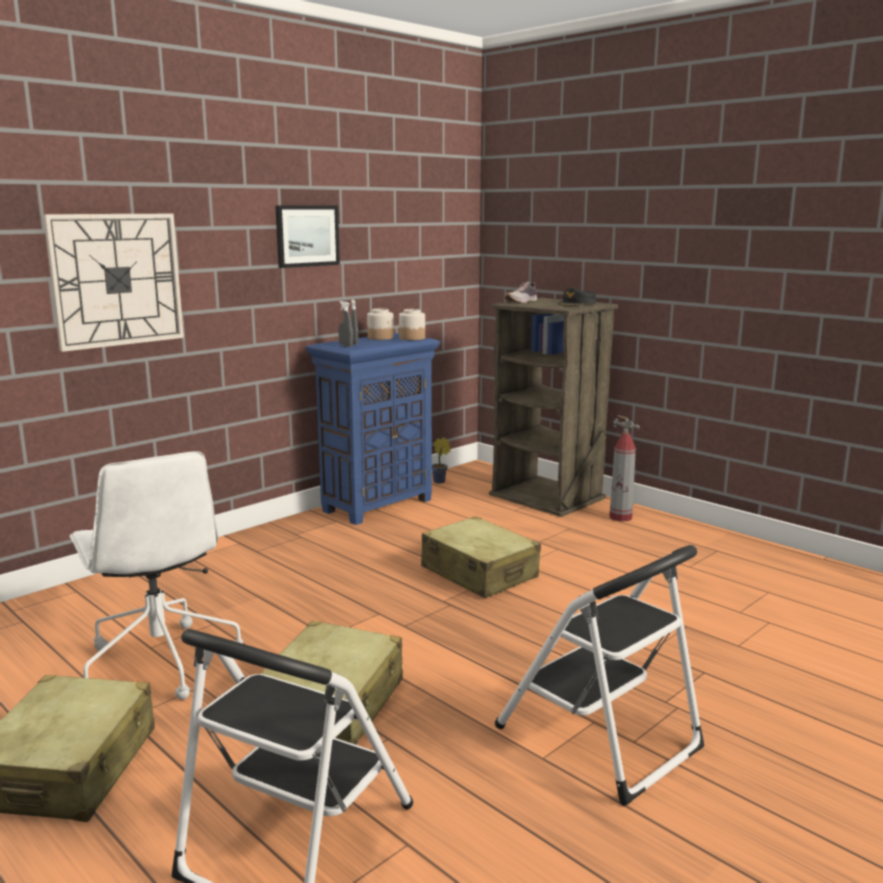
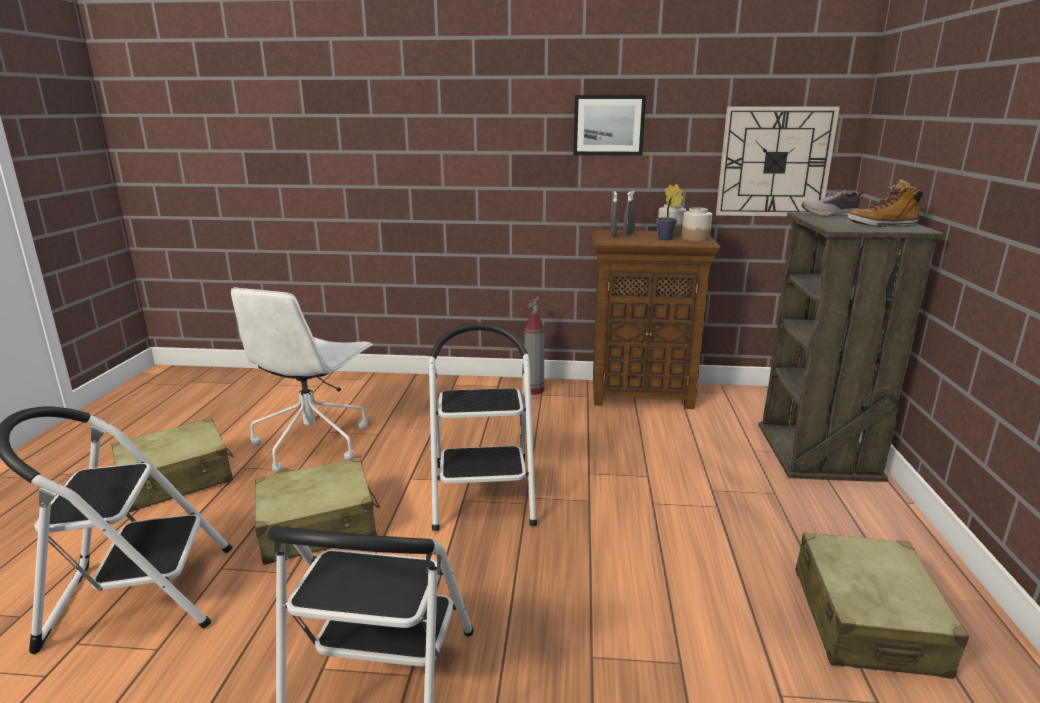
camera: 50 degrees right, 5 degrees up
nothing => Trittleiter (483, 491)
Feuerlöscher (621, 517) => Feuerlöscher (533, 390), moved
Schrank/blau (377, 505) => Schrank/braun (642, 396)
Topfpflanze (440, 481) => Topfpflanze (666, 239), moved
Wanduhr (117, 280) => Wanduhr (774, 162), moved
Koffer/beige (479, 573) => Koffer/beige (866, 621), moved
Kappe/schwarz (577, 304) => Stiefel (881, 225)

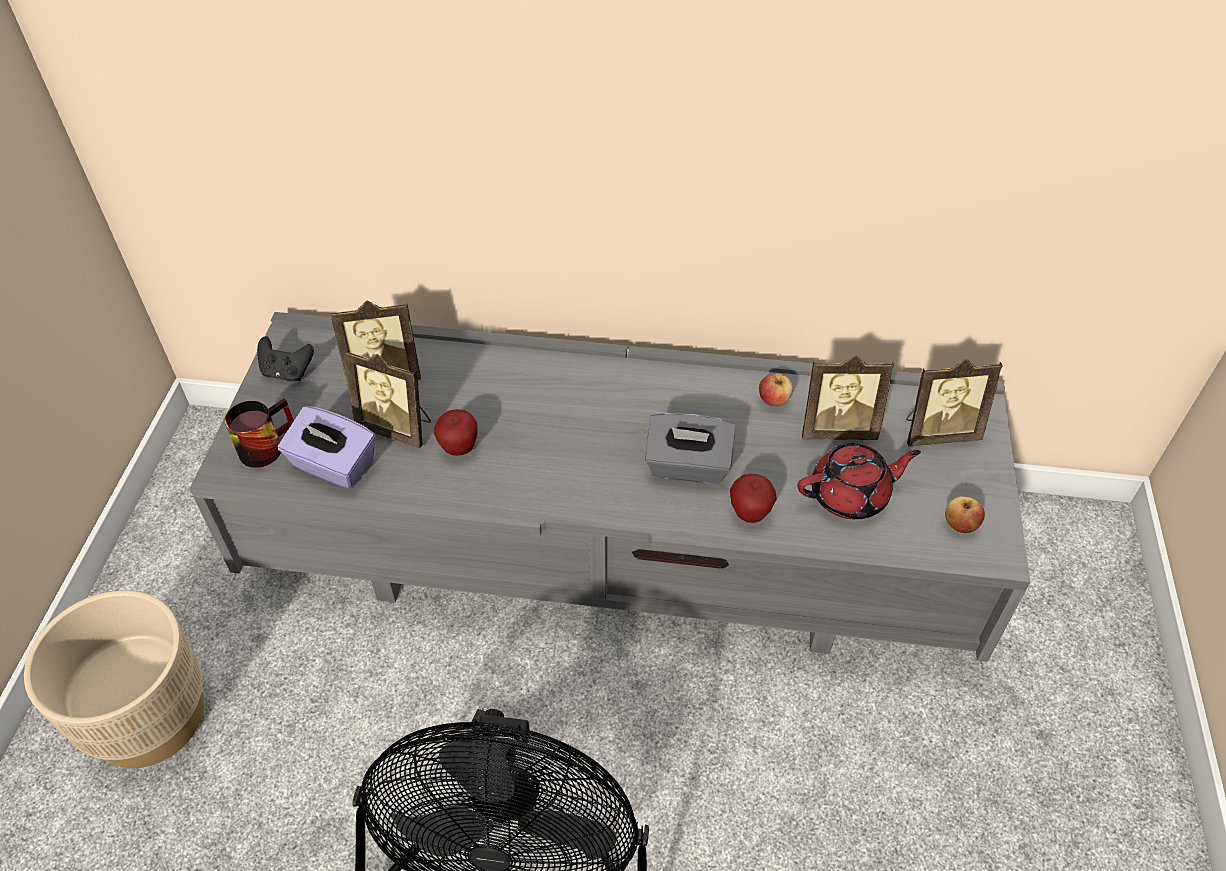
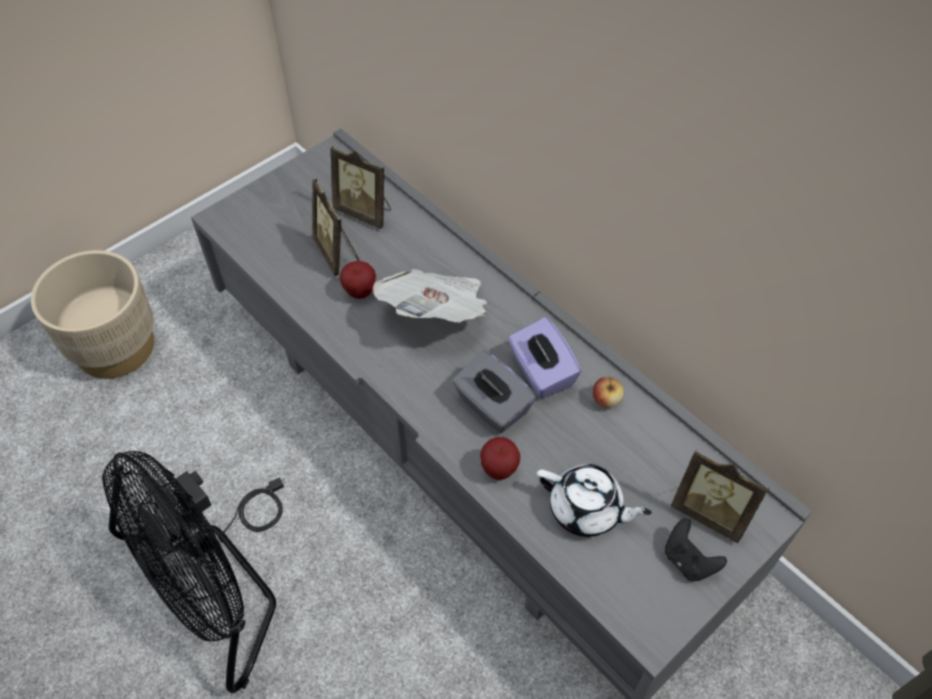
camera: 40 degrees right, 5 degrees up
nothing => Zeitung (436, 313)
Taschentuchbox/lila (333, 465) => Taschentuchbox/lila (541, 372), moved
Teekanne/rot (850, 495) => Teekanne/weiß (586, 510)
Gamepad/schwarz (287, 372) => Gamepad/schwarz (688, 560), moved
Henkelbecher (264, 444) => nothing
Bilderrahmen (837, 428) => nothing
Apfel (960, 524) => nothing

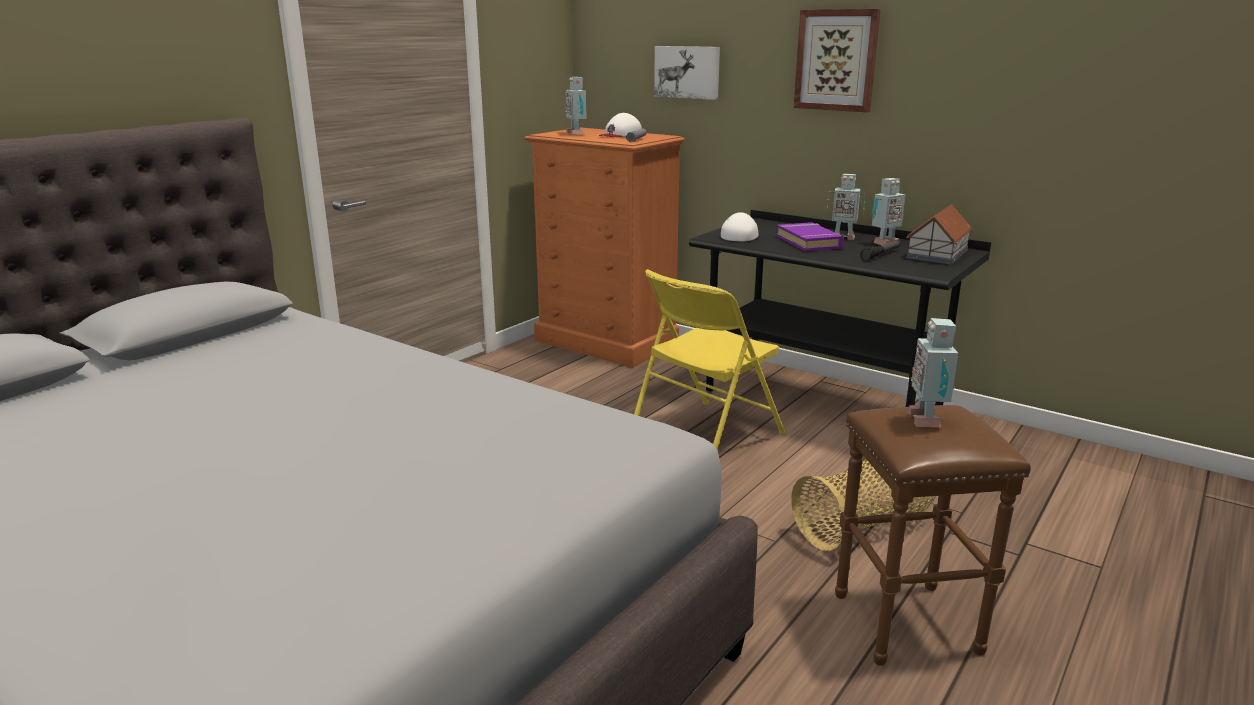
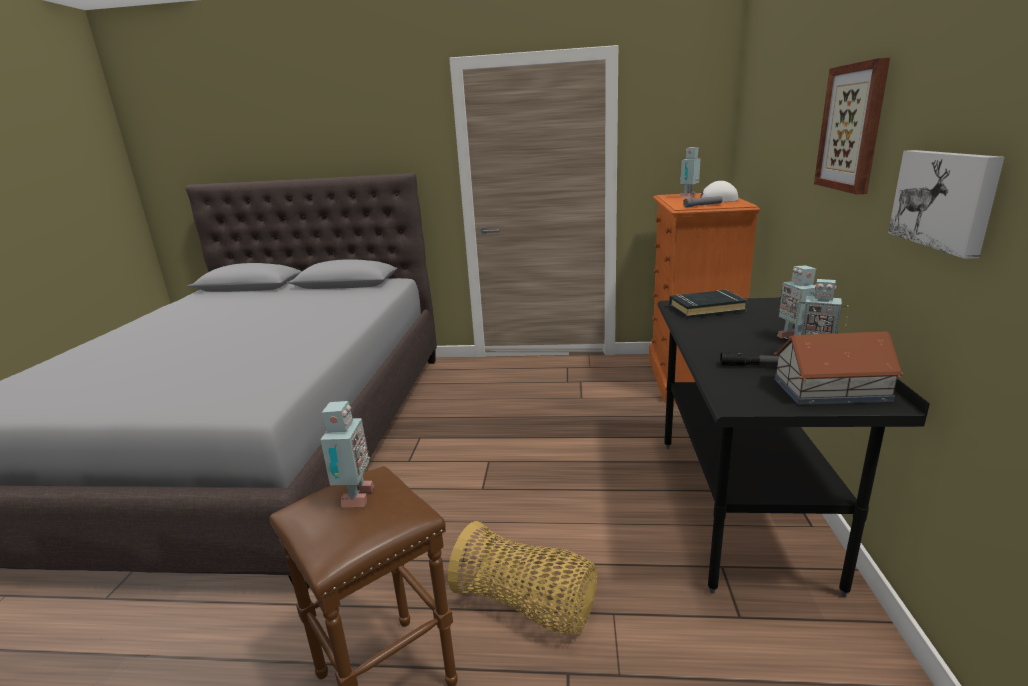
camera: 60 degrees right, 0 degrees up
Spielzeugroboter (927, 419) => Spielzeugroboter (354, 498), 120 degrees clockwise
Kappe/weiß (740, 235) => Buch/schwarz (706, 309)
Bild (688, 72) => Bild (945, 199), moved
Stuhl/gelb (706, 435) => nothing
Buch/lila (809, 242) => nothing

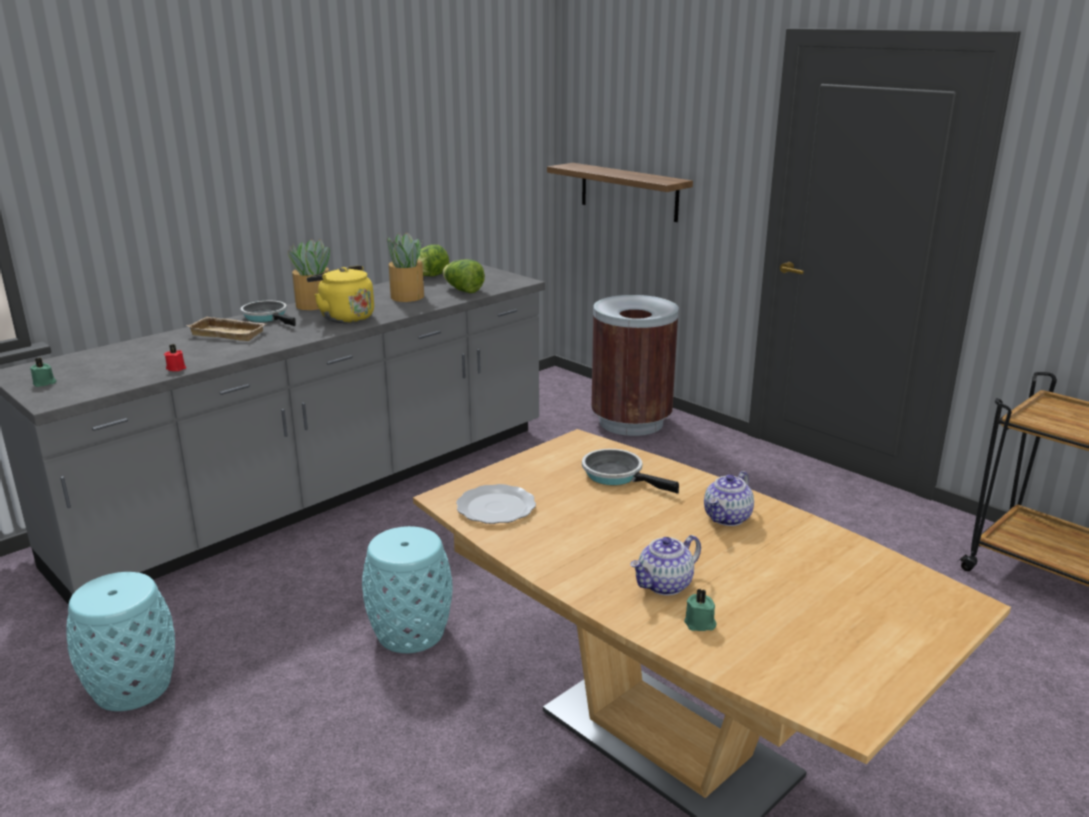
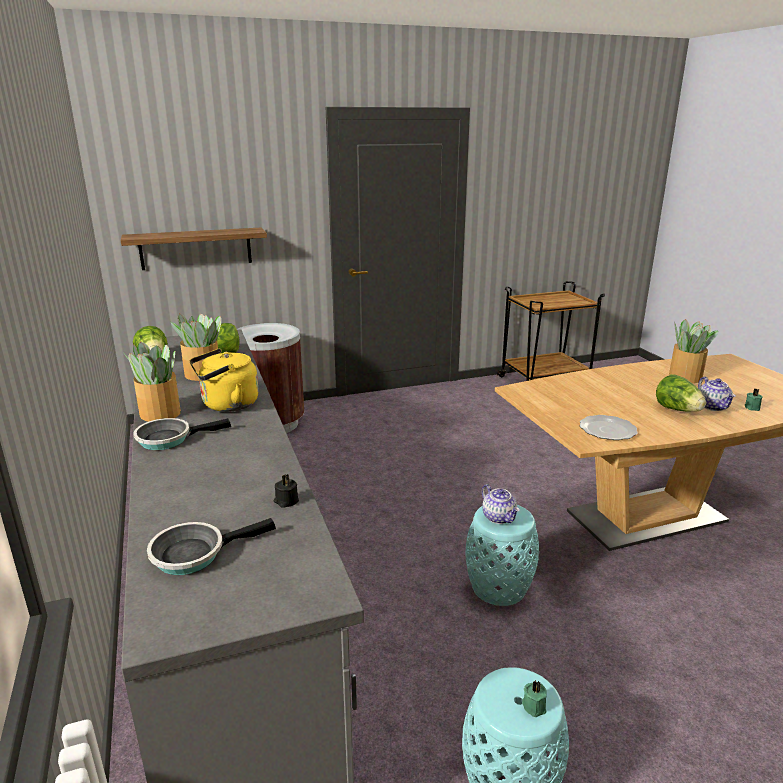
camera: 65 degrees left, 0 degrees up
Pfanne (617, 475) => Pfanne (194, 554), moved
Kerze/rot (176, 368) => Kerze/schwarz (286, 501)
Teekanne (727, 518) => Teekanne (499, 517), moved
Kerze/grün (44, 383) => Kerze/grün (534, 705), moved
nothing => Salatkopf (677, 410)
nothing => Topfpflanze (685, 376)
Tablett/beige (230, 333) => nothing

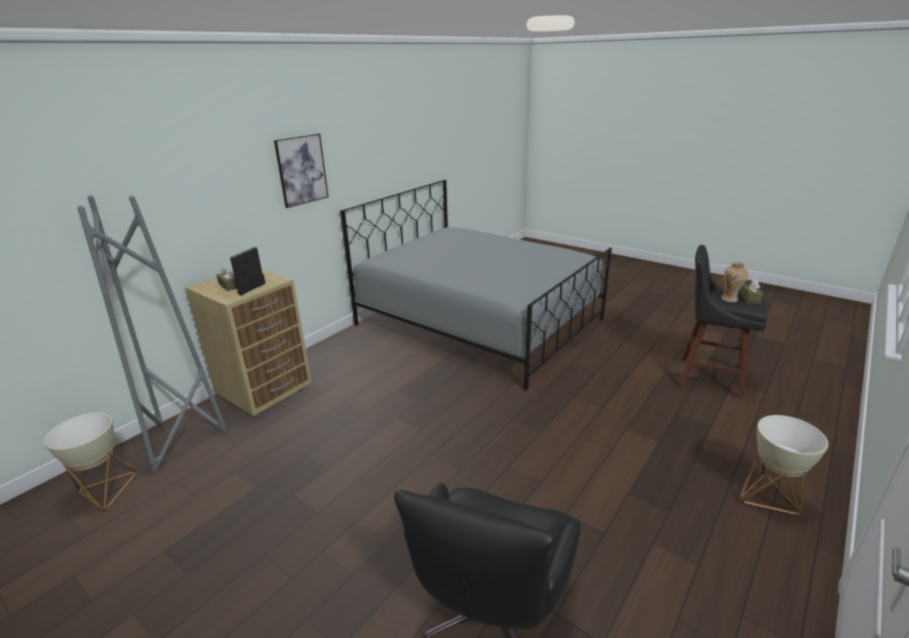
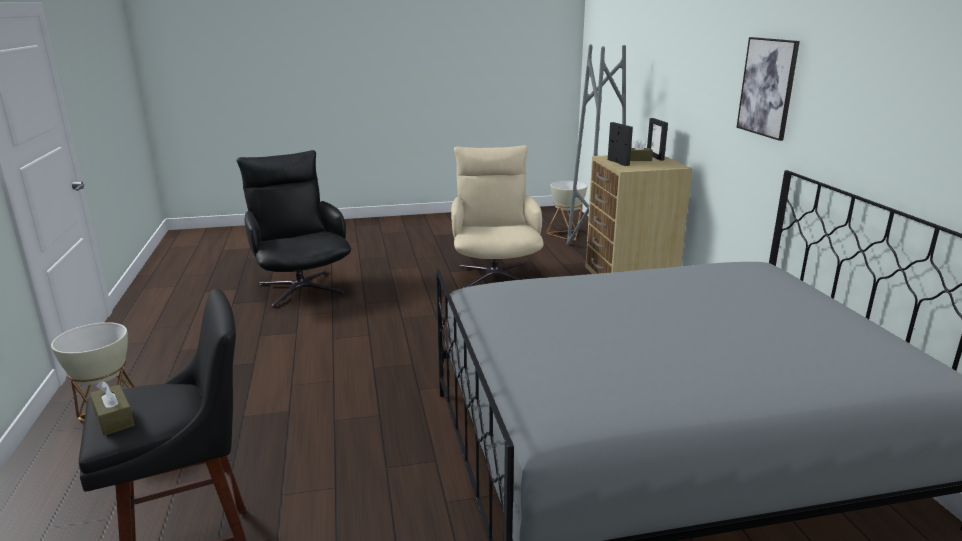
camera: 130 degrees right, 5 degrees down
nothing => Sessel/beige (494, 276)
nothing => Bilderrahmen (655, 157)
Vase (730, 299) => nothing

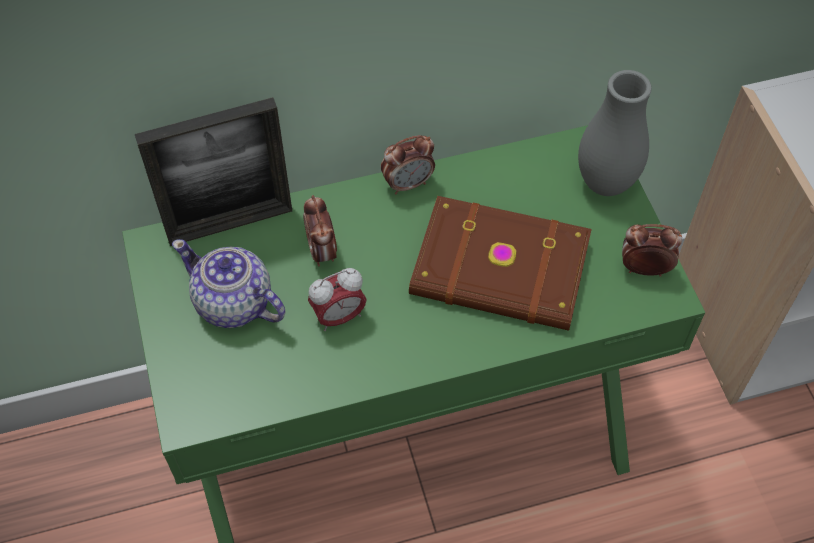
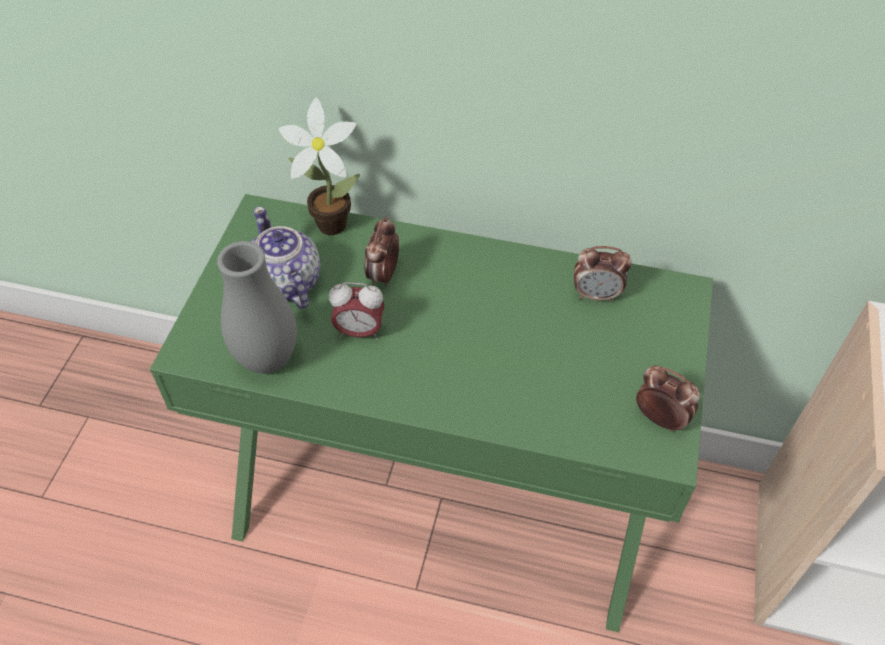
camera: 30 degrees right, 5 degrees down
Vase/grau (605, 183) => Vase/grau (267, 359), moved
Bilderrahmen (230, 223) => Topfpflanze (328, 222)
Wecker (408, 184) => Wecker (596, 295), moved
Buch/braun (500, 271) => nothing

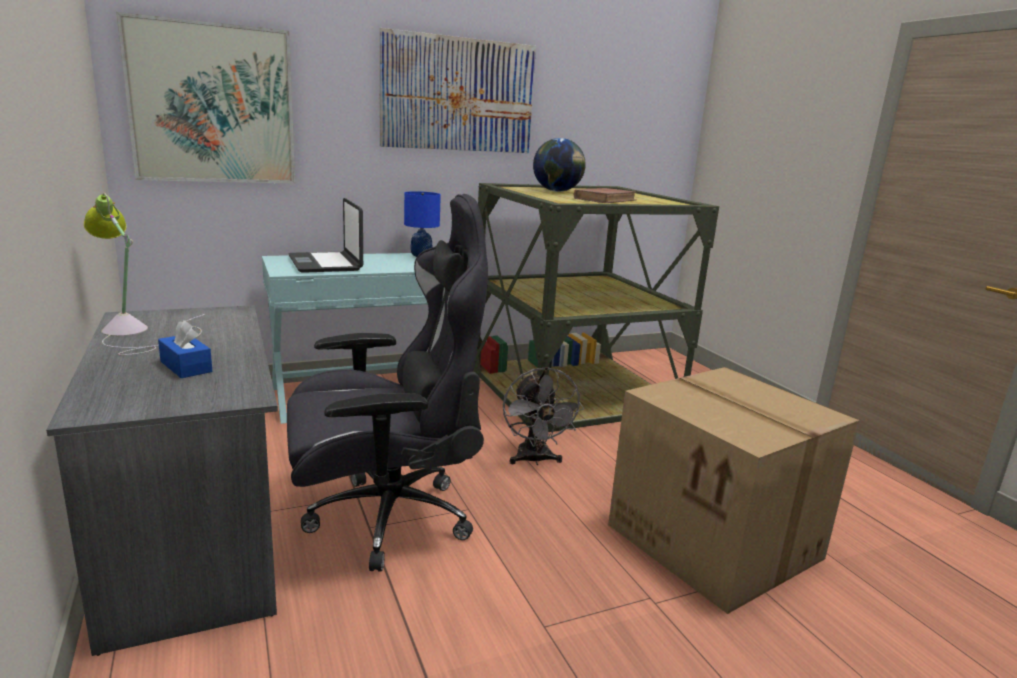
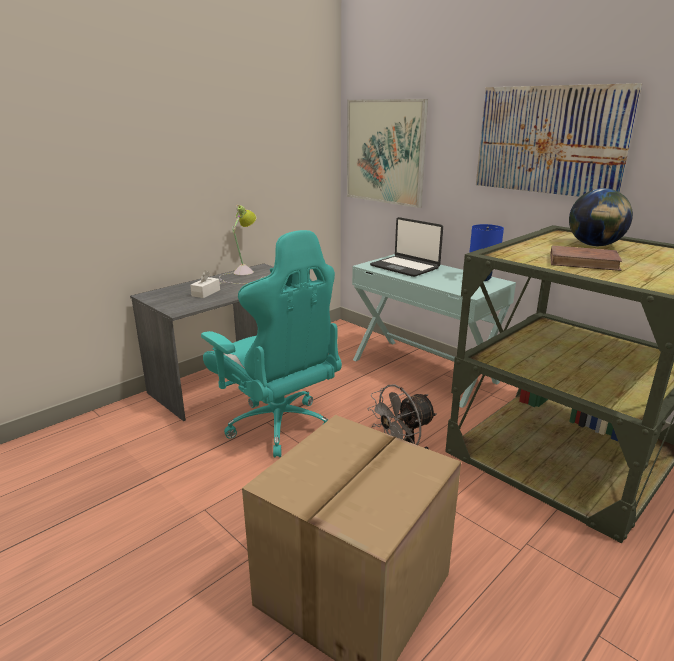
camera: 70 degrees right, 5 degrees up
Taschentuchbox/blau (186, 366) => Taschentuchbox/weiß (206, 293)
Bürostuhl/schwarz (379, 521) => Bürostuhl/türkis (275, 423)
Laptop (326, 263) => Laptop (405, 267), 90 degrees counterclockwise

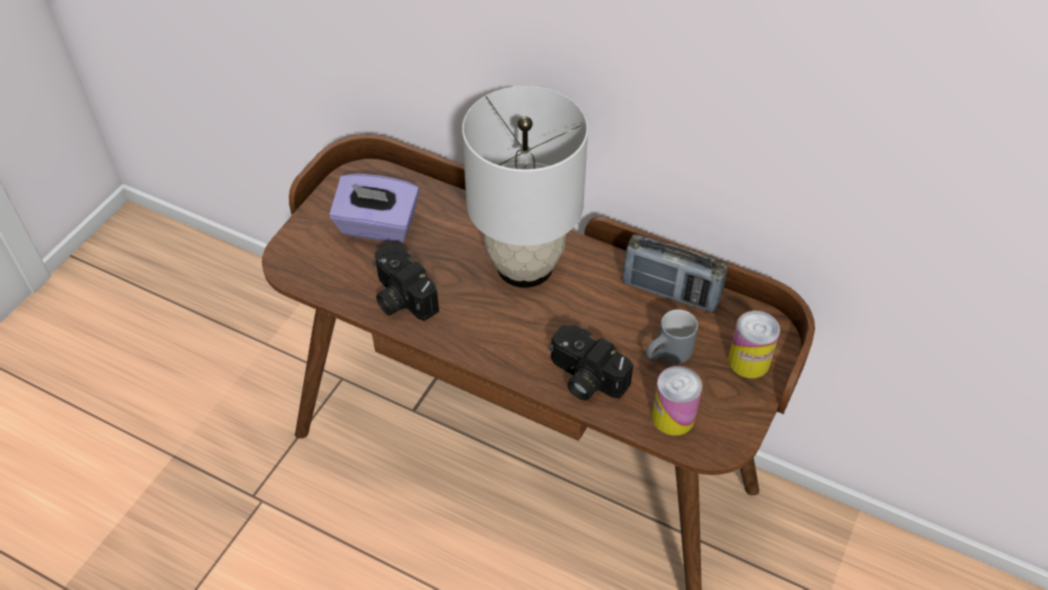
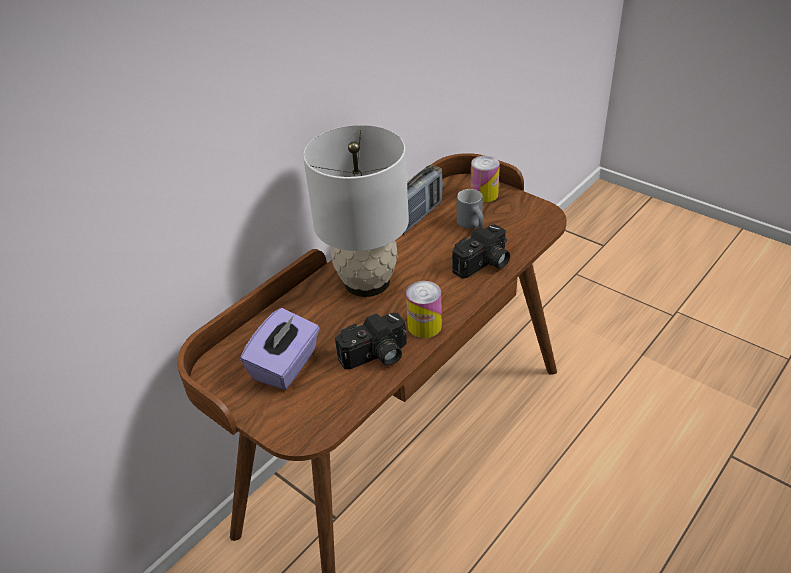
camera: 75 degrees left, 10 degrees down
Dose (673, 417) => Dose (424, 326), moved

